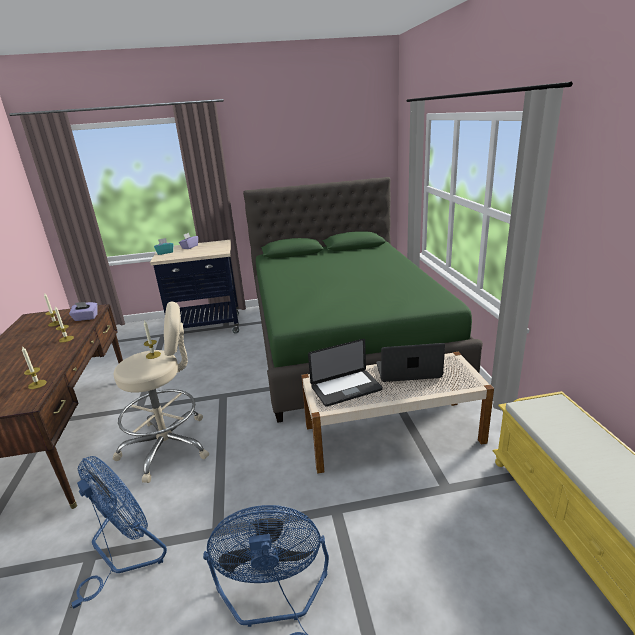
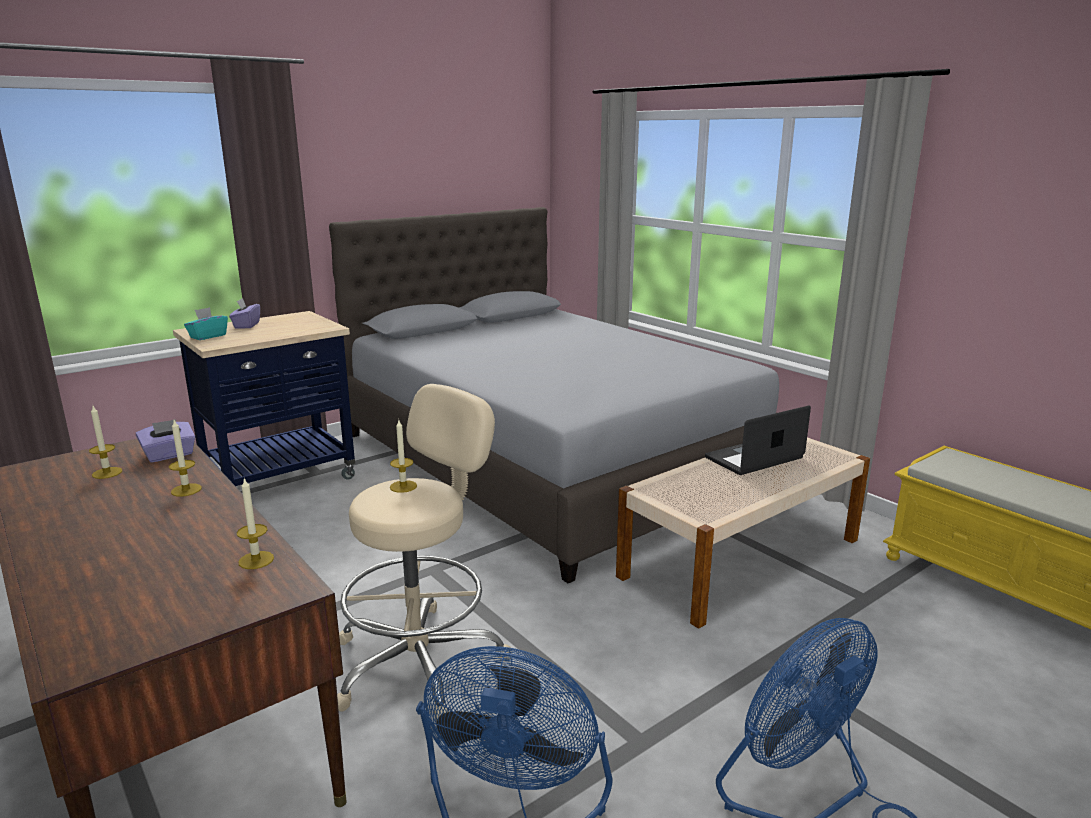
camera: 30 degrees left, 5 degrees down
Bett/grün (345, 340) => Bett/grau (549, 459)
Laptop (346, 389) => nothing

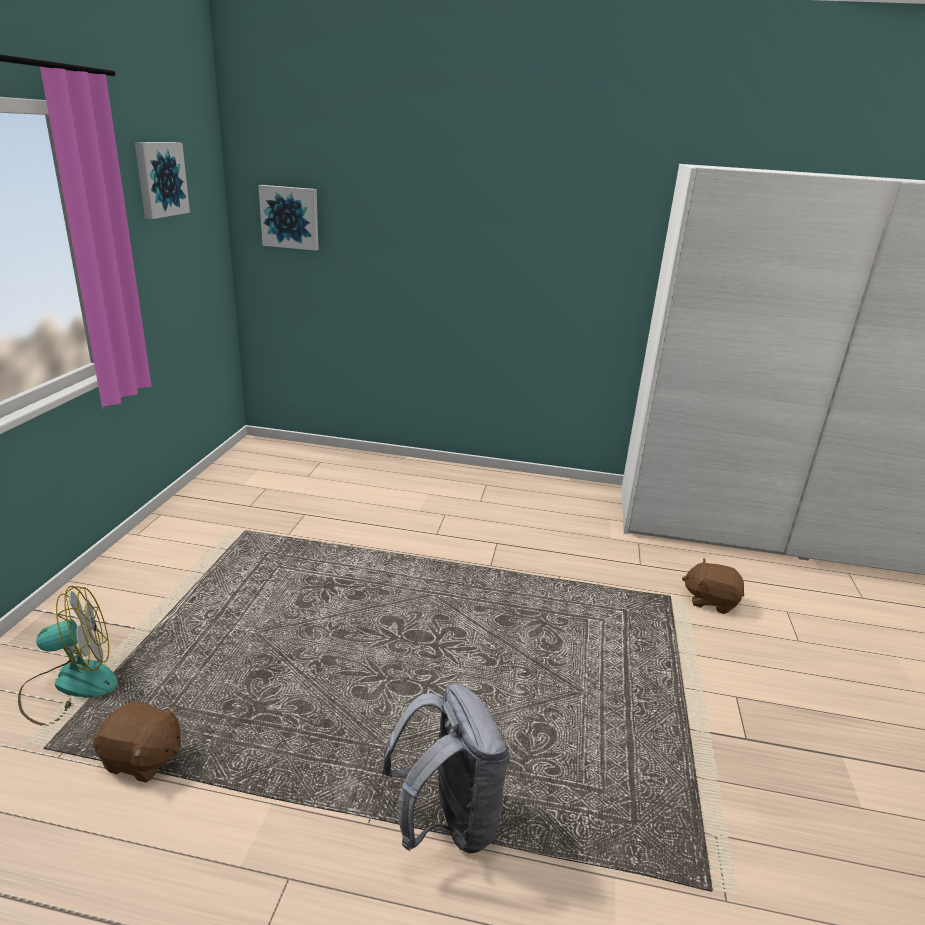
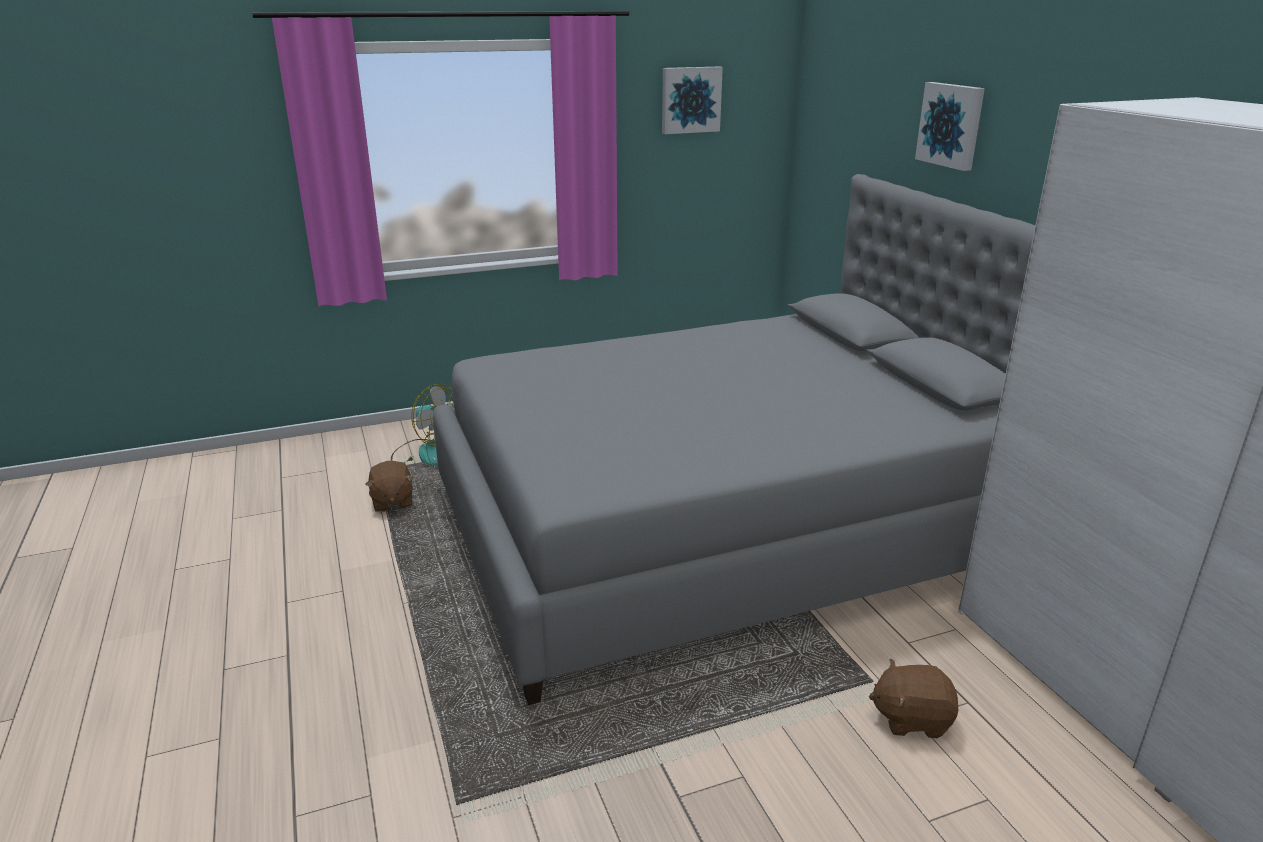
camera: 60 degrees right, 0 degrees up
nothing => Bett/grau (725, 526)
Plüschtier/braun (710, 600) => Plüschtier/braun (911, 718), 75 degrees counterclockwise
Bild (290, 217) => Bild (951, 125), moved
Rucksack/grau (447, 821) => nothing

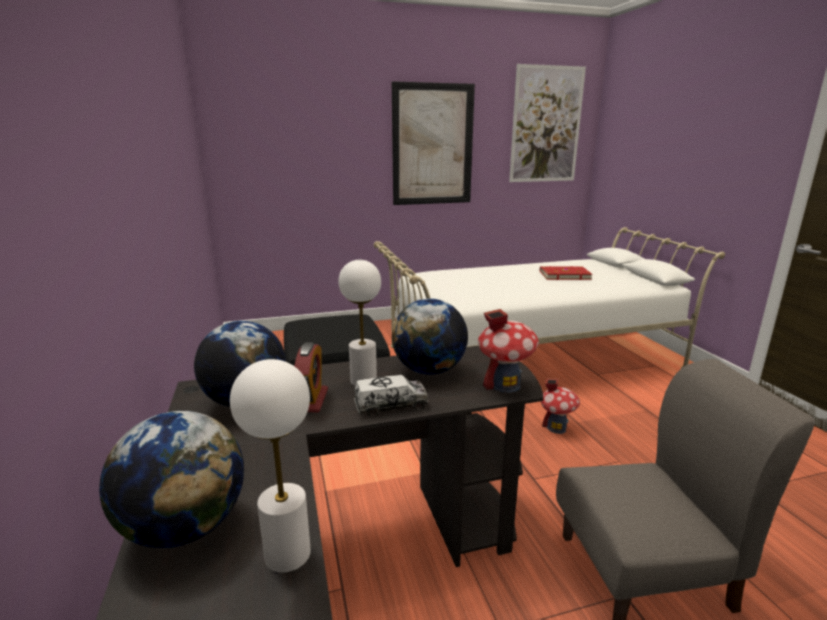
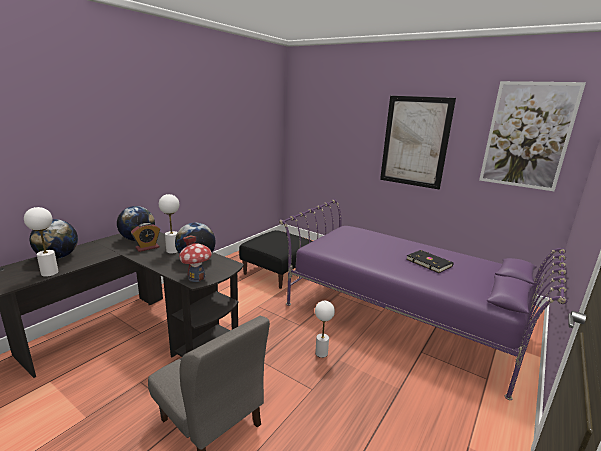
camera: 50 degrees right, 0 degrees up
Bett/weiß (531, 357) => Bett/lila (400, 317)
Spielzeughaus (556, 427) => Tischlampe/weiß (321, 353)
Buch/rot (564, 275) => Buch/schwarz (429, 262)
Spielzeuglaster (391, 405) => nothing

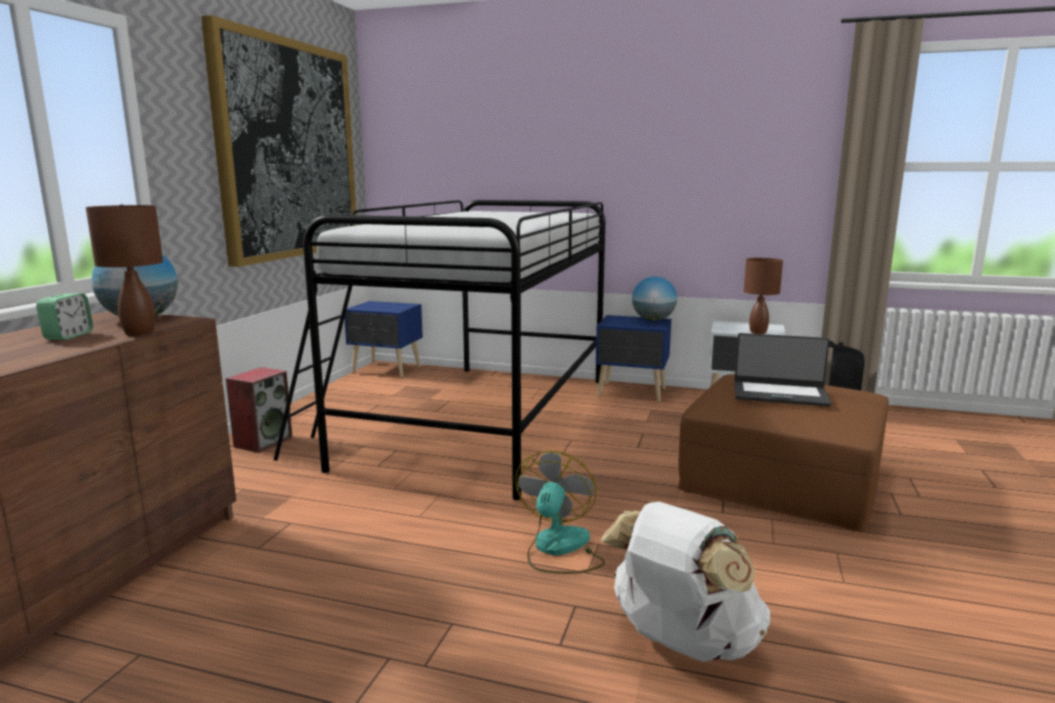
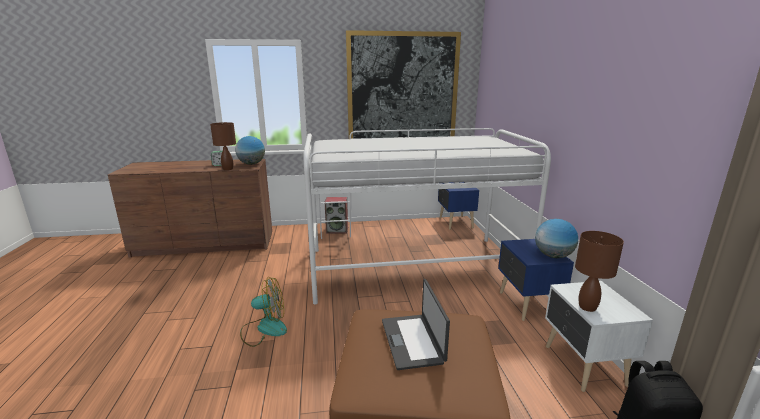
camera: 65 degrees right, 5 degrees up
Bett/schwarz (480, 420) => Bett/weiß (410, 266)
Rucksack/weiß (682, 643) => nothing

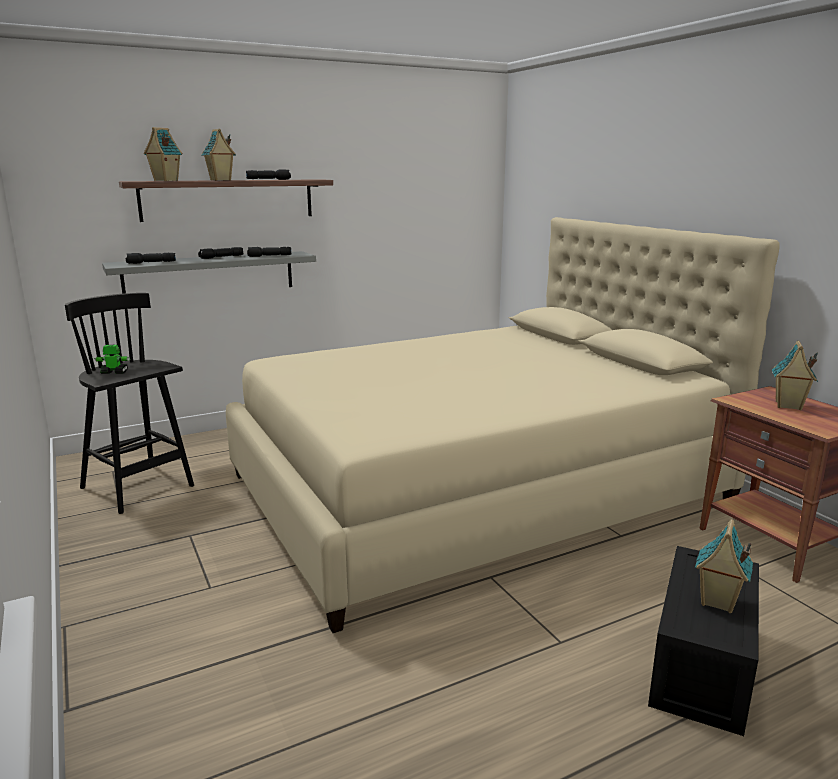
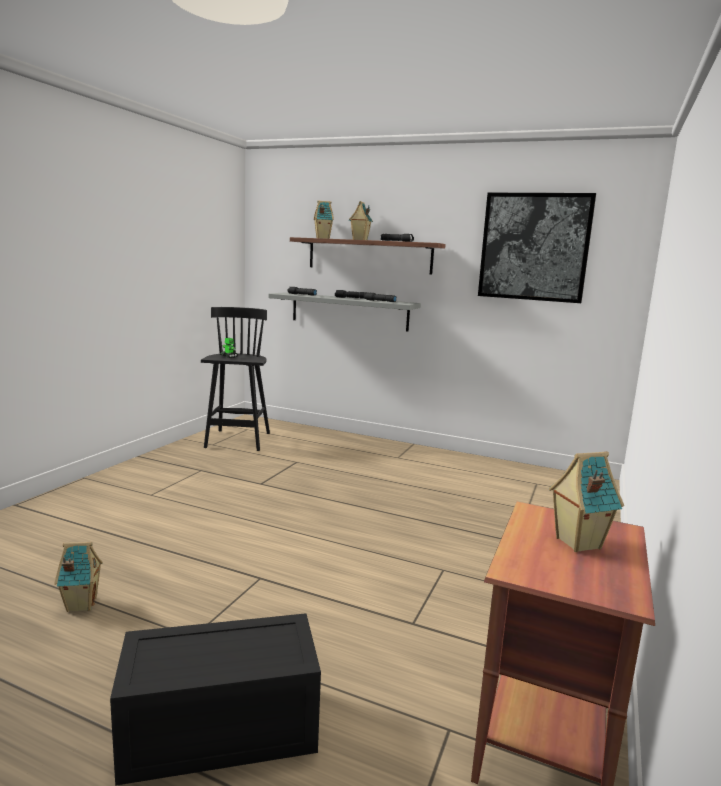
camera: 50 degrees right, 5 degrees down
Spielzeughaus (717, 602) => Spielzeughaus (80, 604), moved
nothing => Bild (534, 247)
Bett/beige (475, 489) => nothing

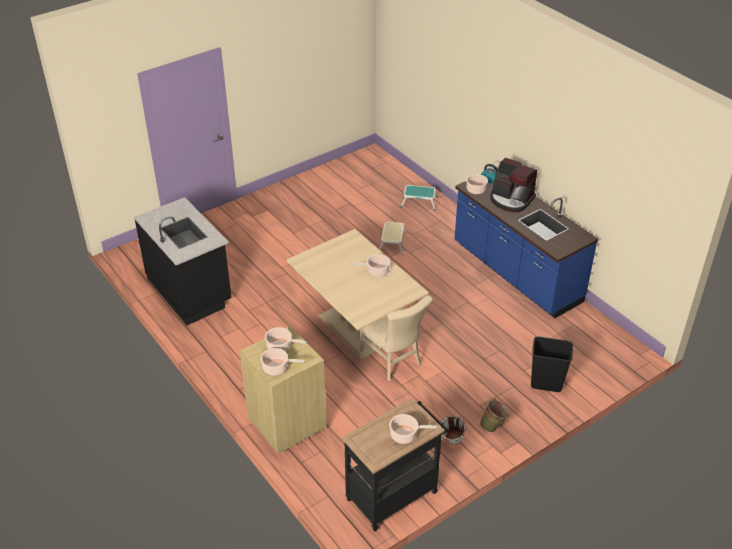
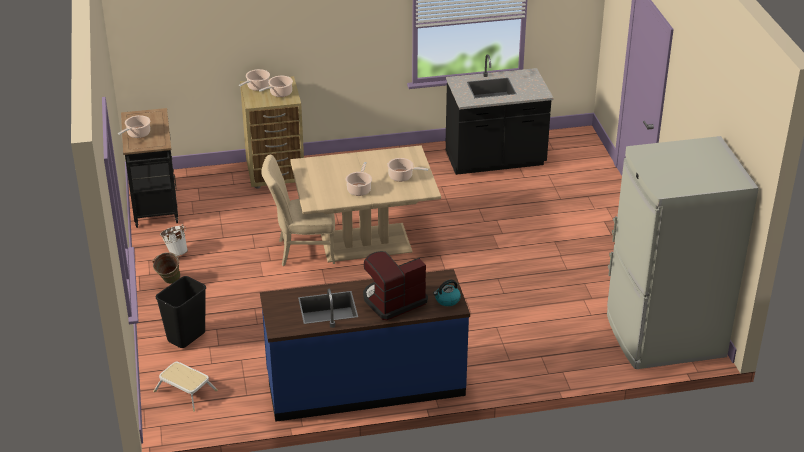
camera: 115 degrees right, 5 degrees down
Trittleiter/beige (392, 242) => Trittleiter/beige (185, 390), moved
Kochtopf (475, 188) => Kochtopf (402, 177), moved
nothing => Kühlschrank/weiß (663, 334)
Trittleiter/türkis (419, 202) => nothing

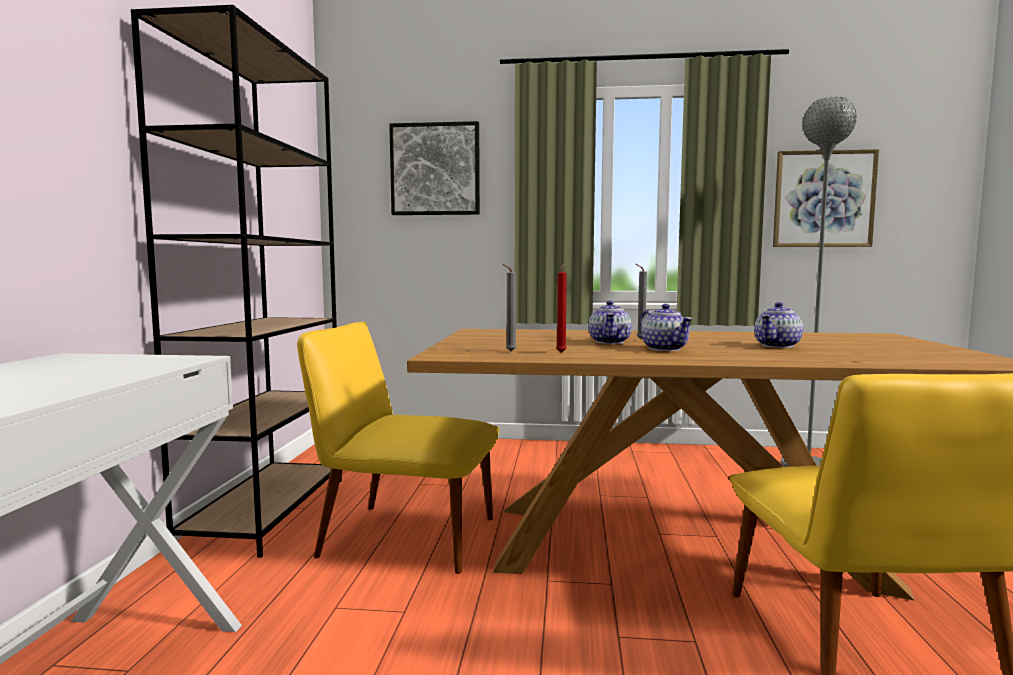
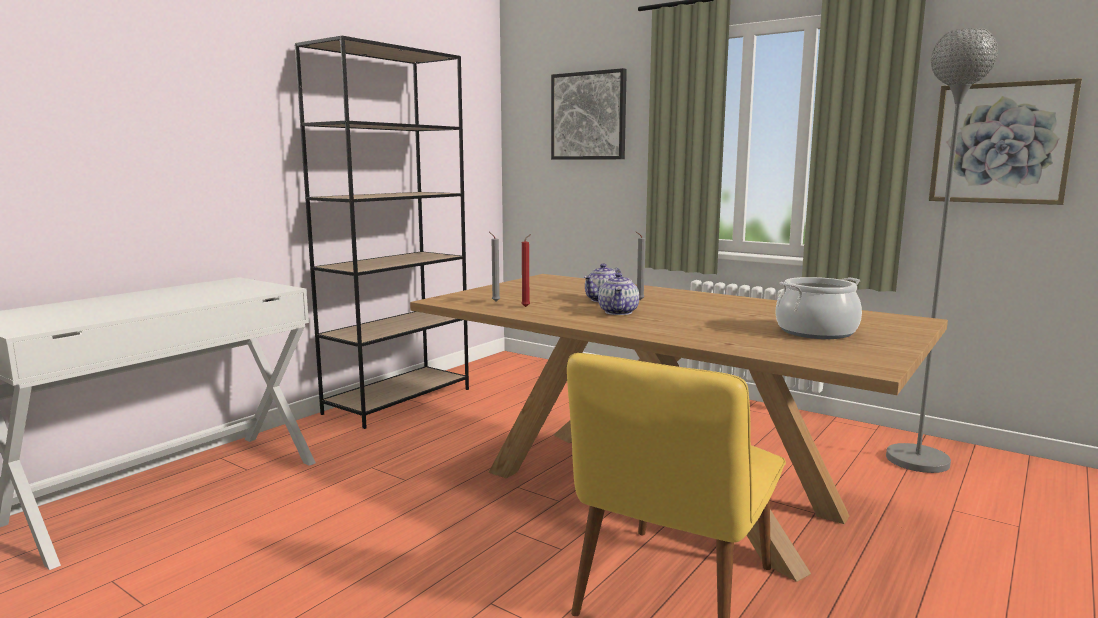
camera: 30 degrees right, 5 degrees up
nothing => Kochtopf (815, 332)
Stuhl/gelb (409, 536) => nothing
Teekanne (777, 345) => nothing

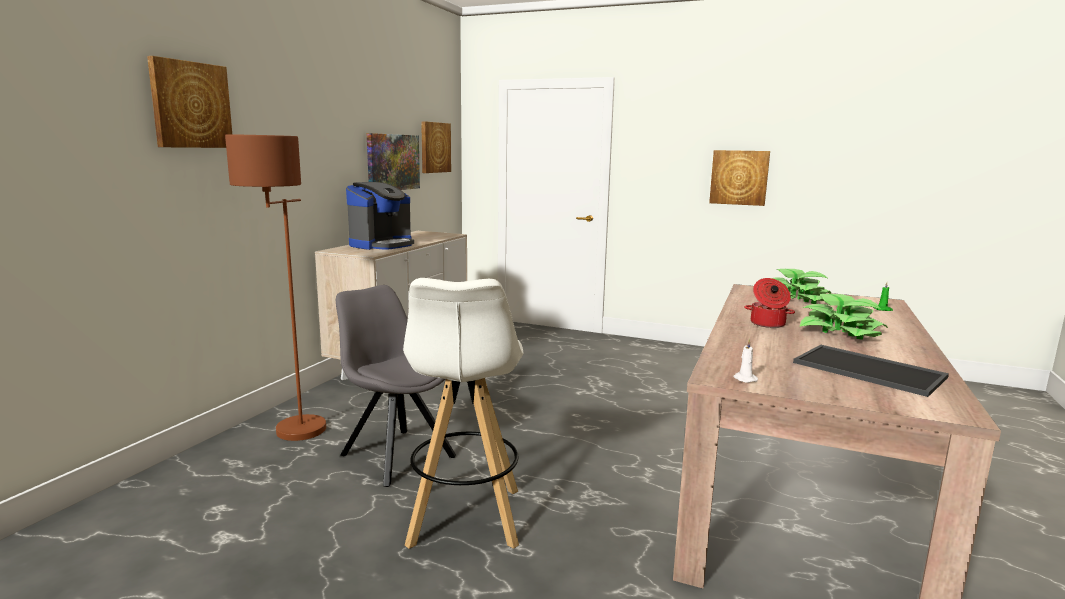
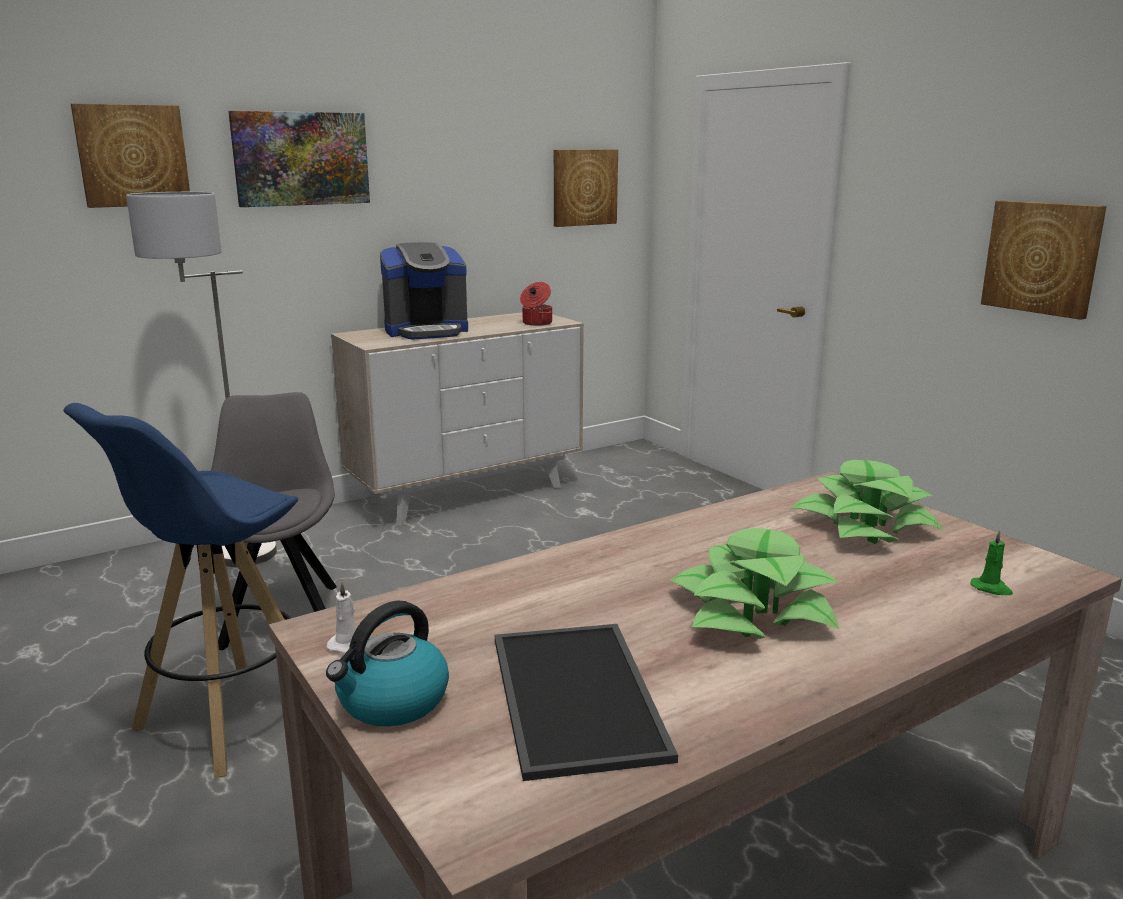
camera: 35 degrees right, 5 degrees up
Hocker/weiß (464, 519) => Hocker/blau (226, 719)
Stehlampe/braun (292, 436) => Stehlampe/grau (229, 559)
Bild (393, 162) => Bild (301, 159), moved
nothing => Wasserkessel (392, 702)
Kochtopf (767, 324) => Kochtopf (536, 323), moved

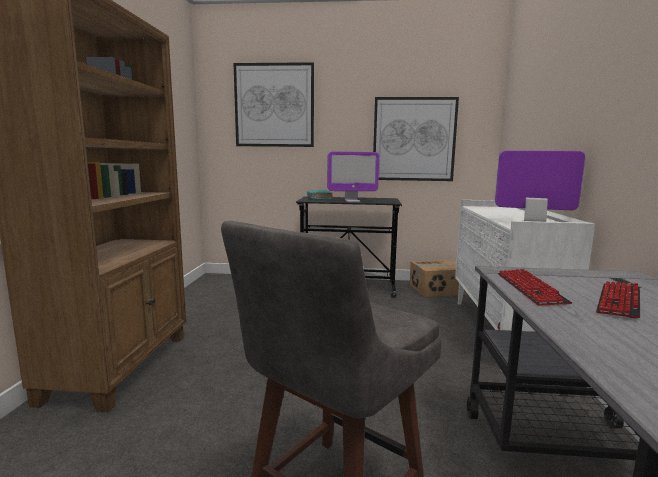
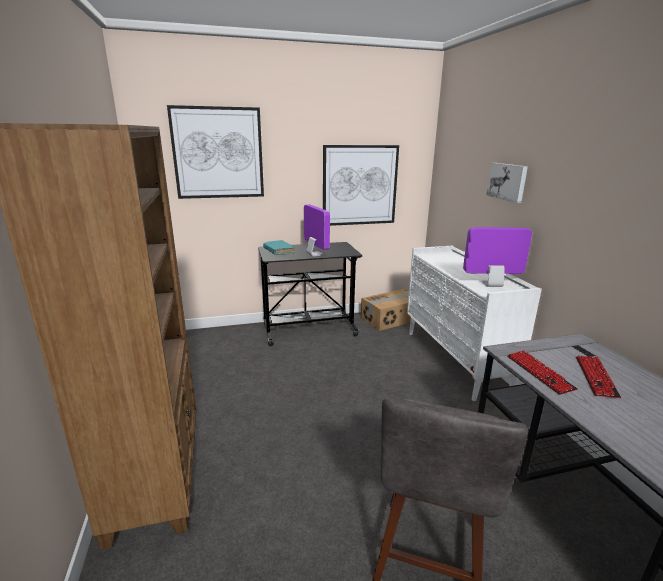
camera: 20 degrees left, 10 degrees up
Monitor (352, 201) => Monitor (315, 254), 90 degrees counterclockwise
nothing => Bild (507, 181)

